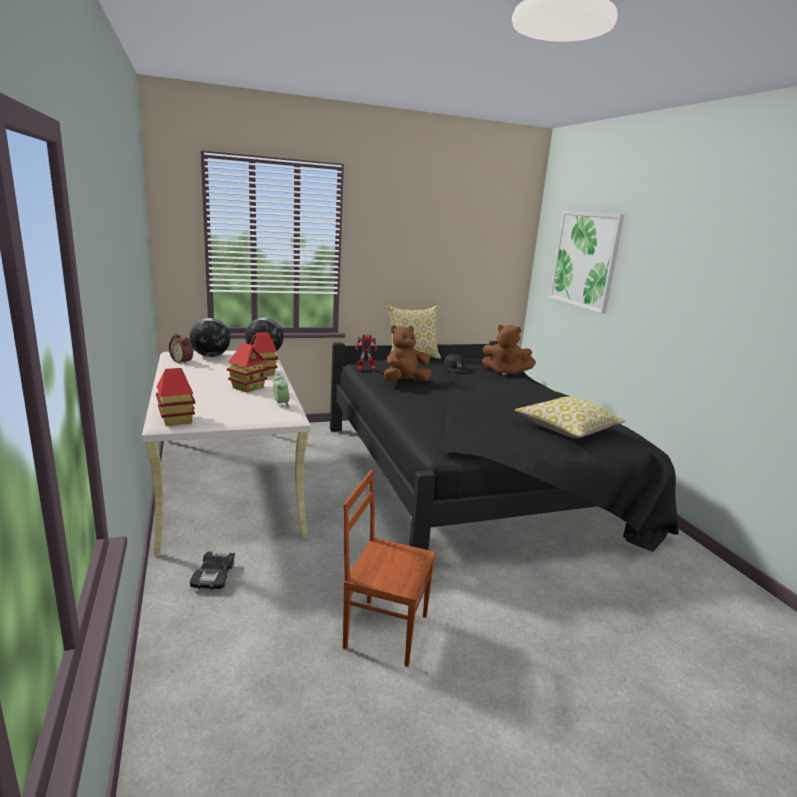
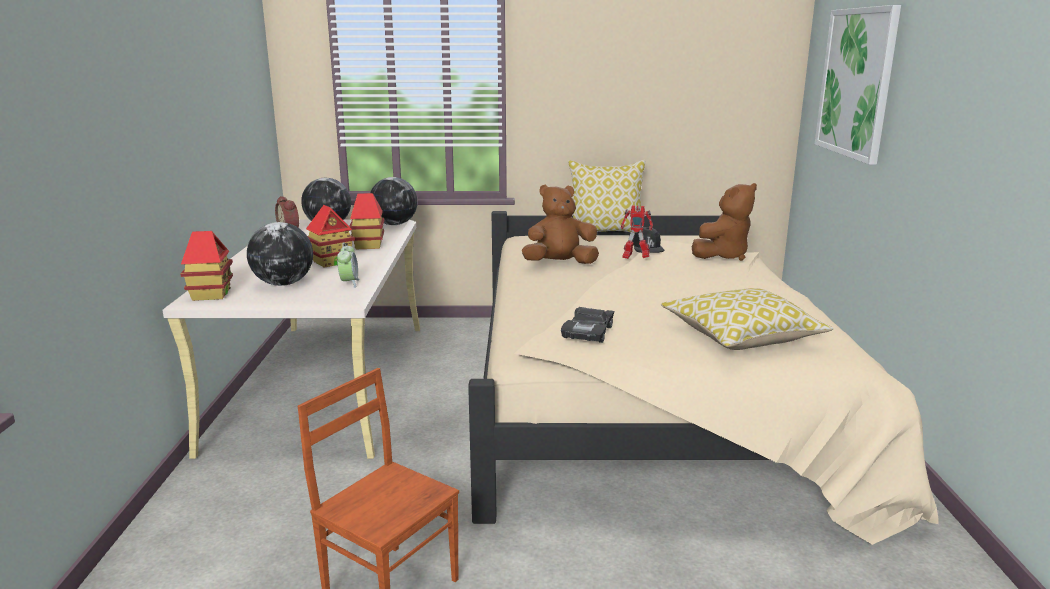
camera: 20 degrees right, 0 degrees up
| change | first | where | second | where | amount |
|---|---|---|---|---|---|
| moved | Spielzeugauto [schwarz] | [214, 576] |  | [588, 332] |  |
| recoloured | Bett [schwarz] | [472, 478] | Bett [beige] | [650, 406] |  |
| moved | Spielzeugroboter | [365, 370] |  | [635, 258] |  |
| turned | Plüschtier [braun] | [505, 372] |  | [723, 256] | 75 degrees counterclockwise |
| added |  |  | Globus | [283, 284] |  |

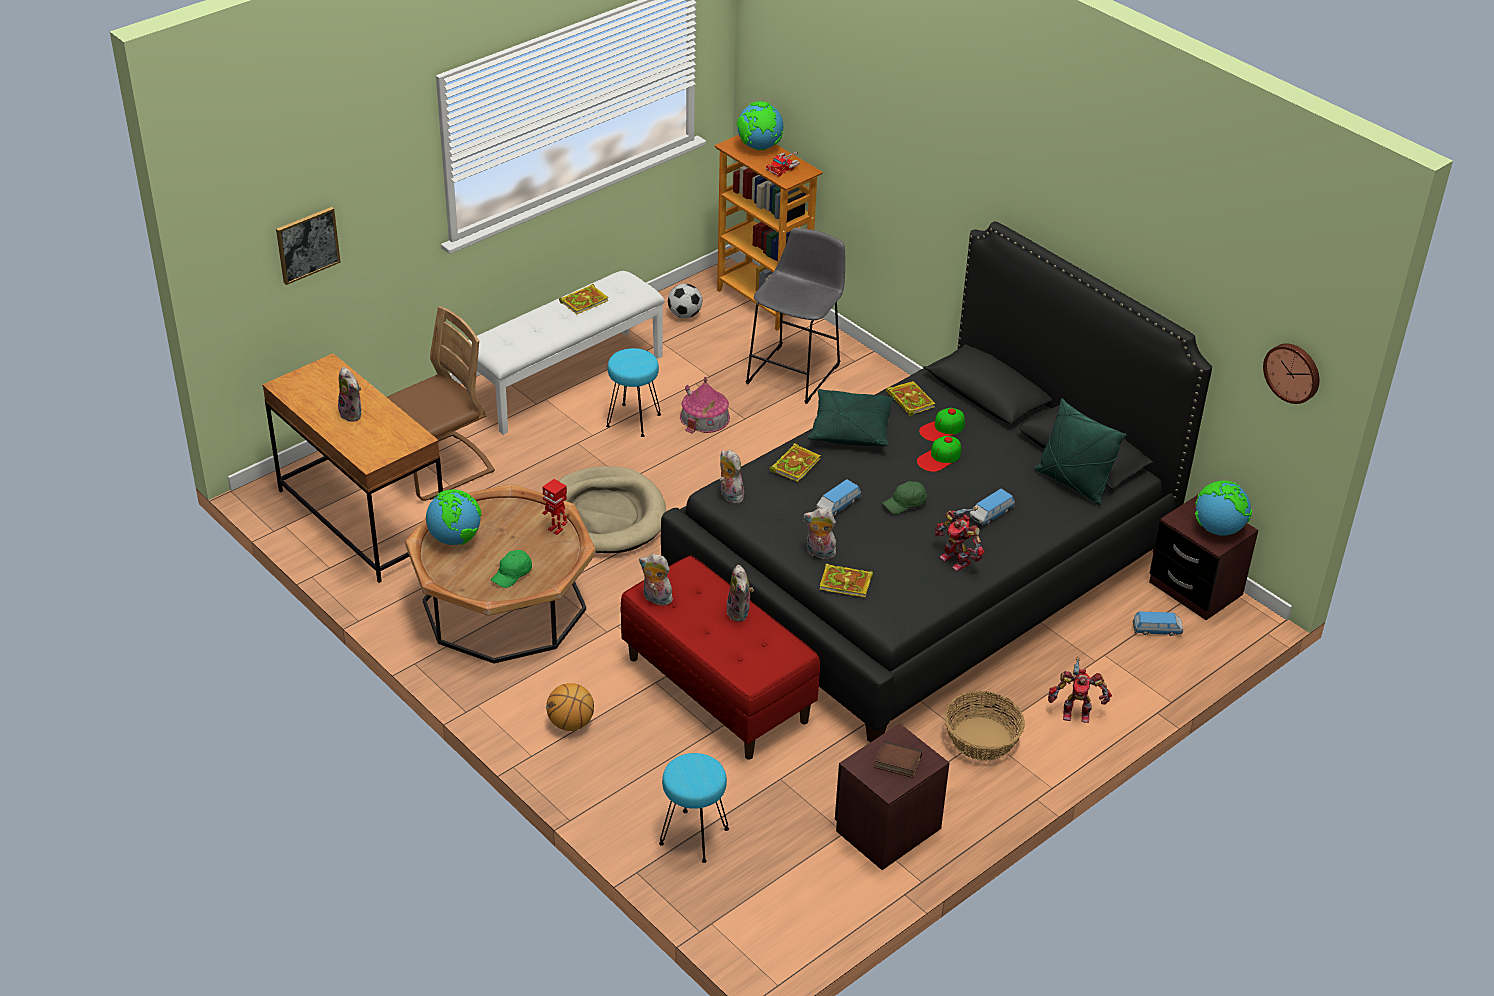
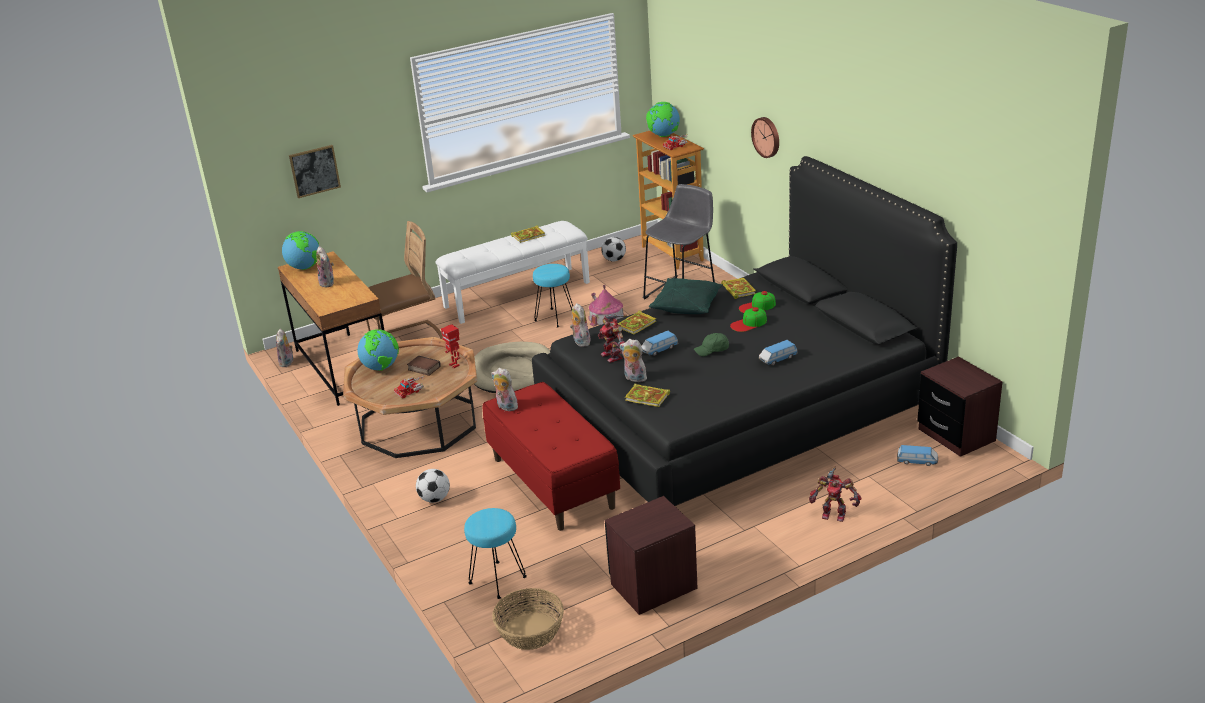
camera: 15 degrees right, 10 degrees down
| change | first | where | second | where | amount |
|---|---|---|---|---|---|
| replaced | Kappe [grün] | [512, 574] | Spielzeuglaster | [411, 390] |  |
| replaced | Basketball | [571, 723] | Fußball | [435, 499] |  |
| moved | Plüschtier | [740, 612] |  | [287, 363] |  |
| moved | Buch | [896, 763] |  | [423, 368] |  |
| moved | Spielzeugroboter | [957, 559] |  | [613, 356] |  |
| moved | Korb | [981, 739] |  | [529, 631] |  |
| removed | Kissen [grün] | [1073, 483] |  |  |  |
| moved | Globus | [1218, 529] |  | [304, 268] |  |
| moved | Wanduhr | [1293, 372] |  | [767, 137] |  |

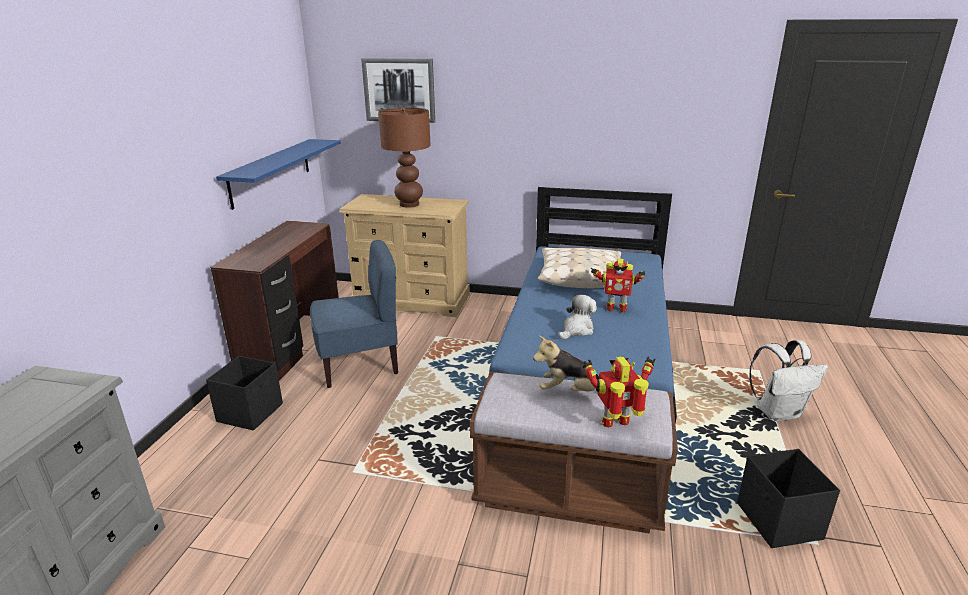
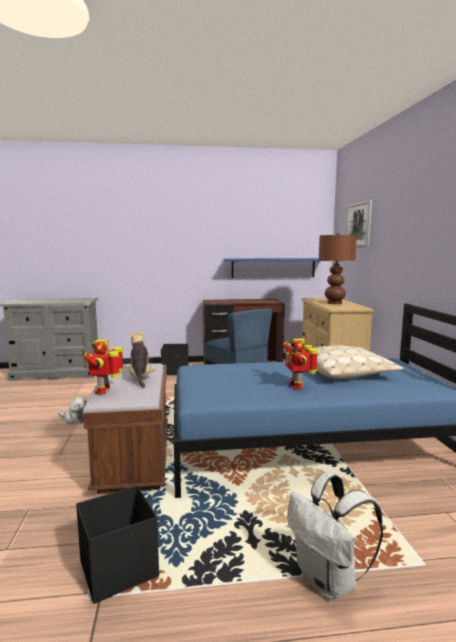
camera: 70 degrees right, 15 degrees down
| change | first | where | second | where | amount |
|---|---|---|---|---|---|
| moved | Plüschtier | [577, 330] |  | [74, 419] |  |
| turned | Spielzeugroboter | [617, 423] |  | [104, 391] | 150 degrees counterclockwise |

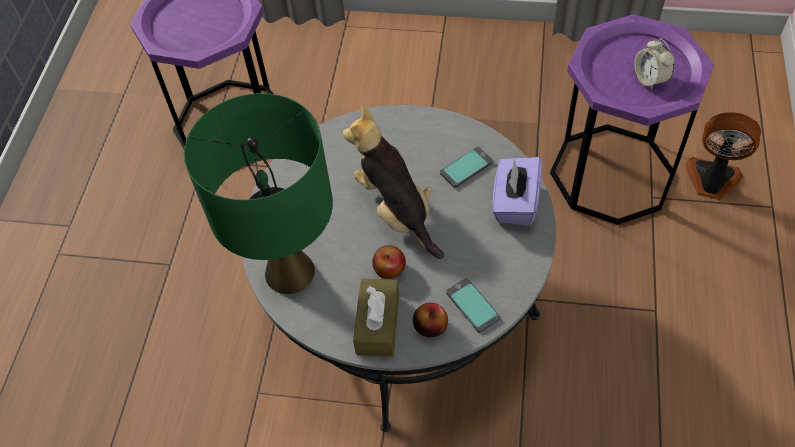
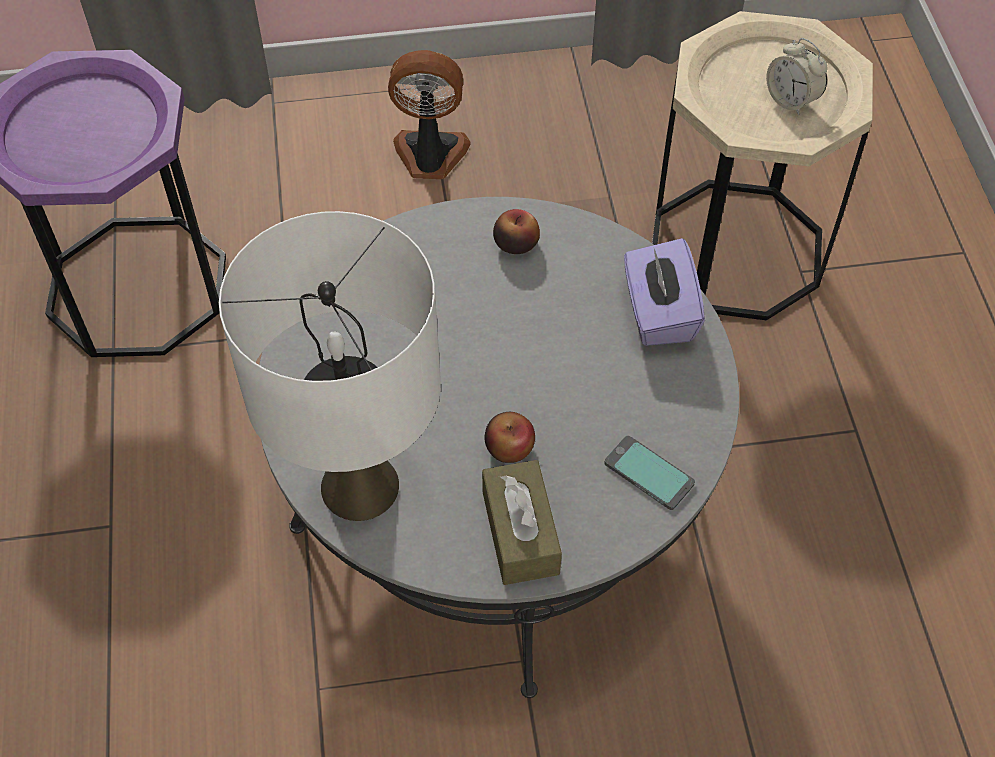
camera: 20 degrees left, 0 degrees up
| change | first | where | second | where | amount |
|---|---|---|---|---|---|
| recoloured | Tischlampe [grün] | [289, 272] | Tischlampe [weiß] | [359, 487] |  |
| removed | Plüschtier | [396, 210] |  |  |  |
| moved | Apfel | [430, 326] |  | [516, 243] |  |
| removed | Handy | [466, 167] |  |  |  |
| recoloured | Beistelltisch [lila] | [611, 174] | Beistelltisch [beige] | [735, 249] |  |
| moved | Ventilator | [711, 180] |  | [430, 156] |  |

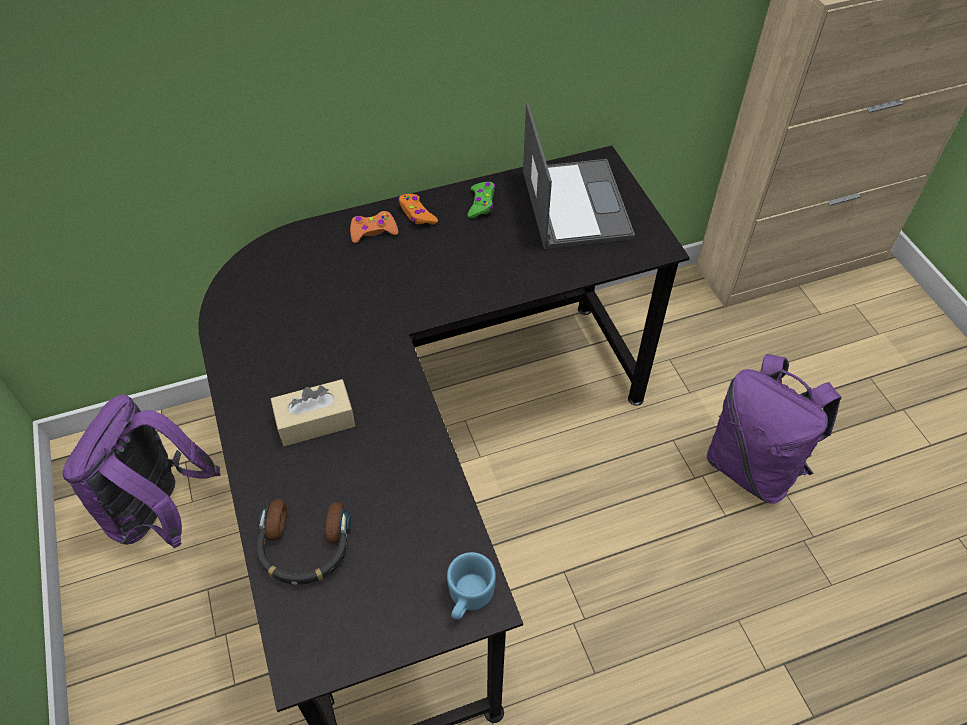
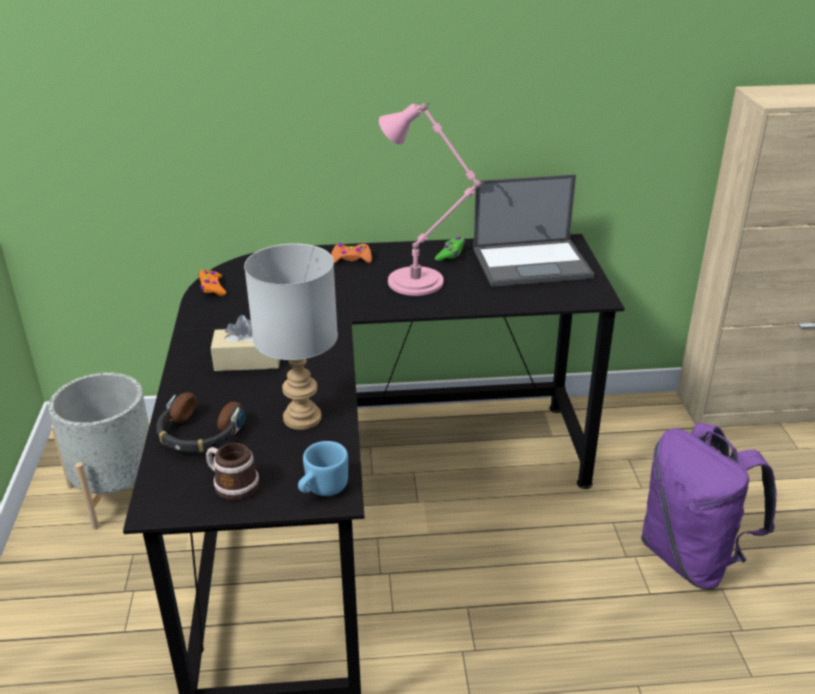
camera: 15 degrees right, 20 degrees down
| change | first | where | second | where | amount |
|---|---|---|---|---|---|
| replaced | Rucksack [lila] | [160, 513] | Pflanzkübel [grau] | [118, 491] |  |
| moved | Gamepad [orange] | [417, 214] |  | [212, 287] |  |
| turned | Laptop | [575, 203] |  | [532, 263] | 75 degrees clockwise |
| added |  |  | Henkelbecher | [231, 484] |  |
| added |  |  | Tischlampe [grau] | [304, 417] |  |
| added |  |  | Tischlampe [rosa] | [420, 283] |  |

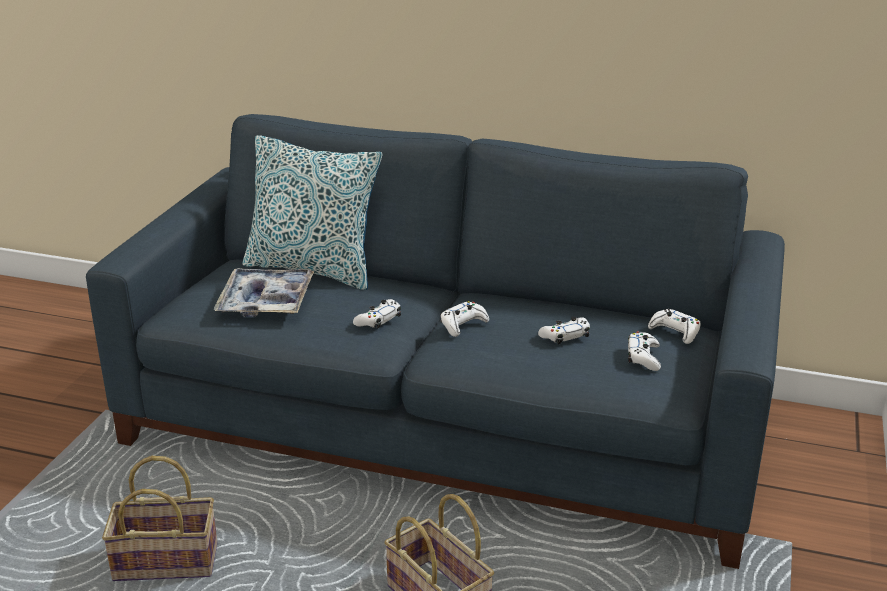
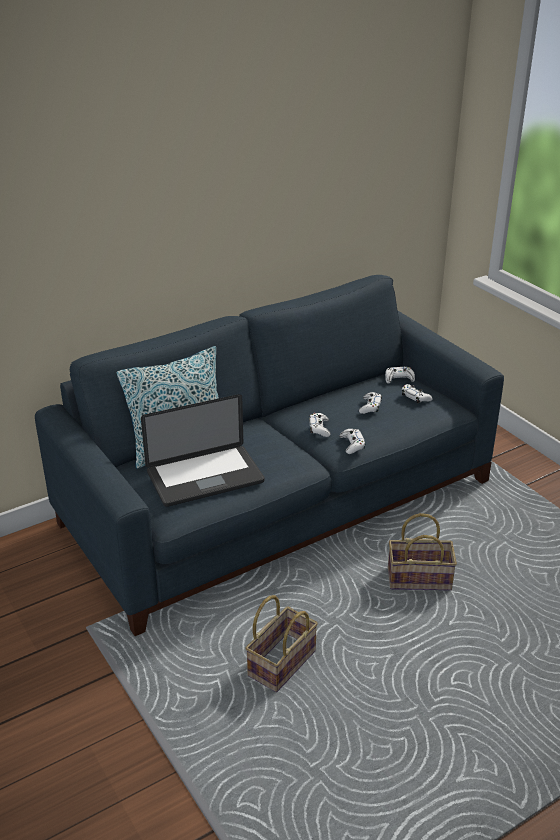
camera: 50 degrees left, 5 degrees up
| change | first | where | second | where | amount |
|---|---|---|---|---|---|
| replaced | Tablett | [266, 301] | Laptop | [205, 477] |  |
| moved | Gamepad [weiß] | [378, 320] |  | [352, 444] |  |

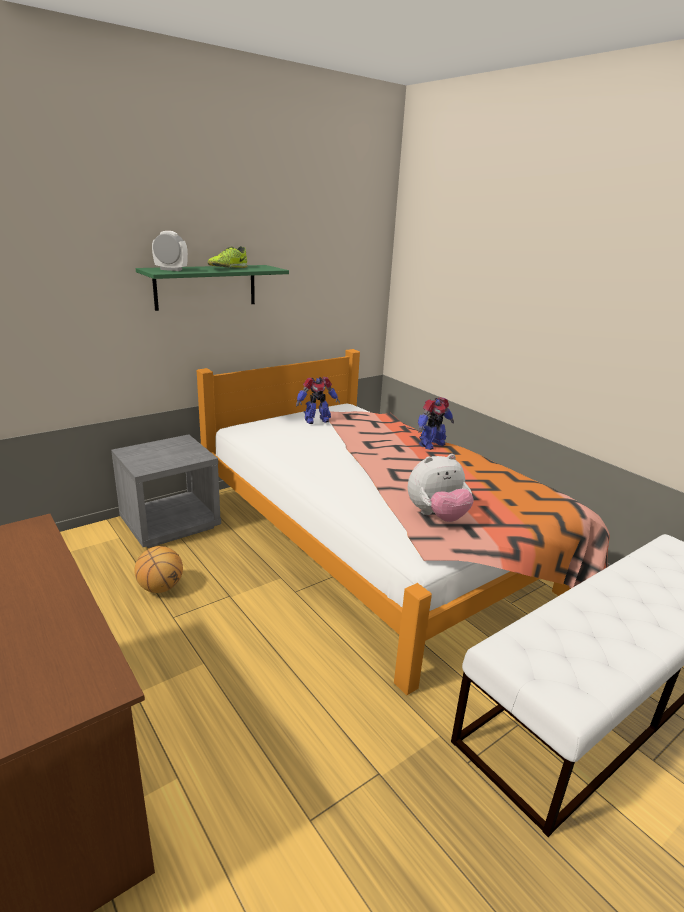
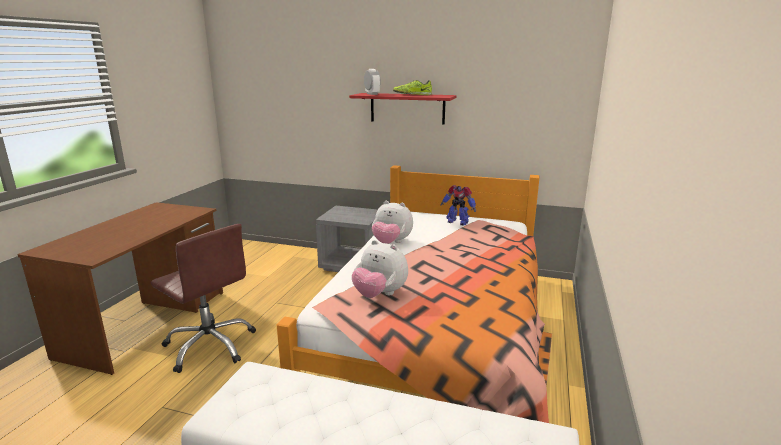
camera: 55 degrees right, 5 degrees down
| change | first | where | second | where | amount |
|---|---|---|---|---|---|
| removed | Basketball | [160, 588] |  |  |  |
| recoloured | Wandregal [grün] | [206, 287] | Wandregal [rot] | [407, 108] |  |
| removed | Spielzeugroboter | [431, 444] |  |  |  |
| added |  |  | Bürostuhl [braun] | [210, 345] |  |
| added |  |  | Plüschtier | [391, 243] |  |

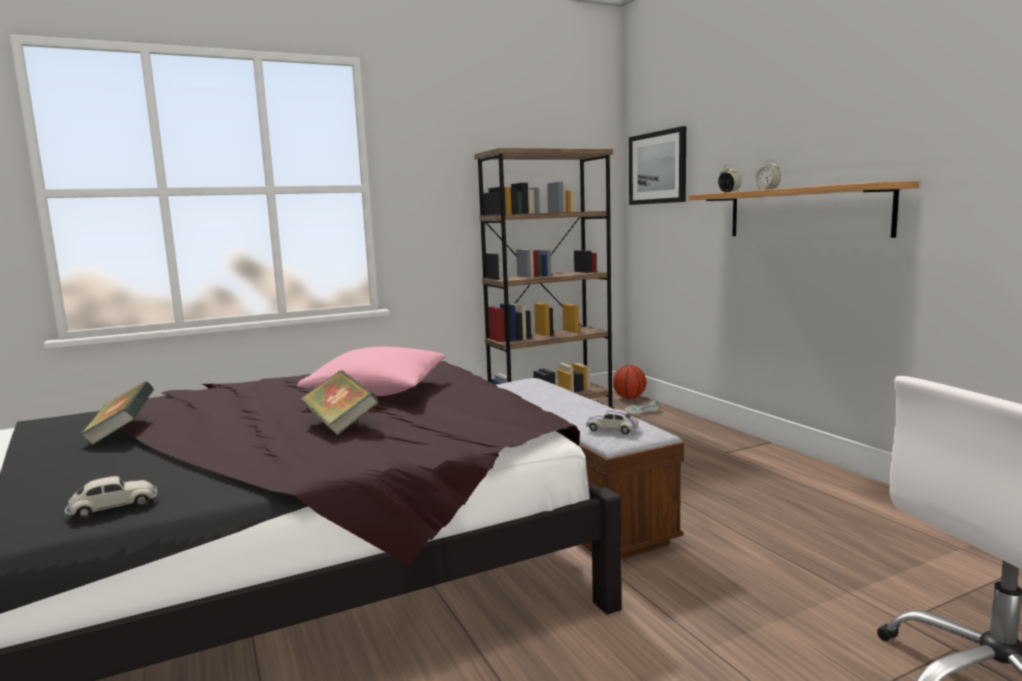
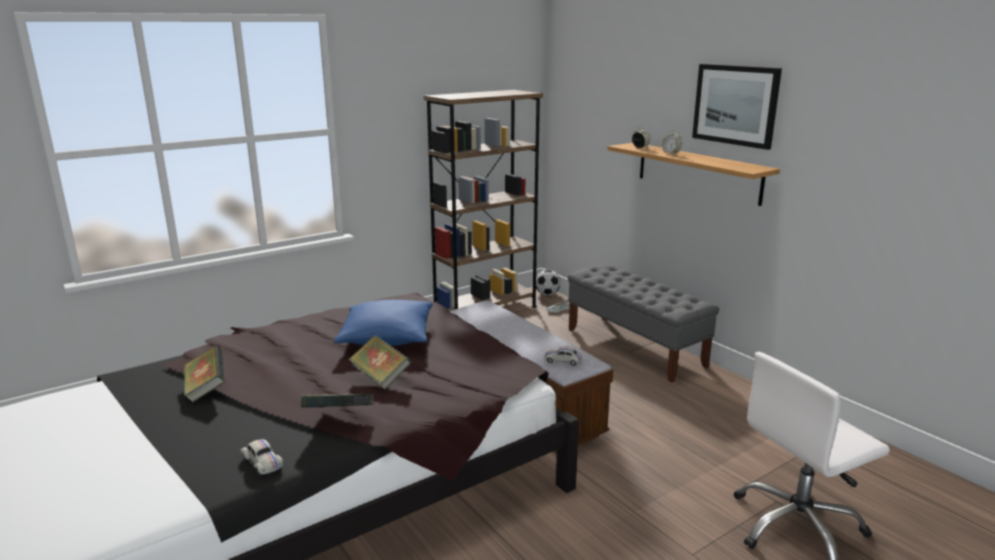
camera: 10 degrees left, 10 degrees up
| change | first | where | second | where | amount |
|---|---|---|---|---|---|
| turned | Spielzeugauto [weiß] | [113, 507] |  | [262, 462] | 90 degrees clockwise |
| recoloured | Kissen [rosa] | [378, 392] | Kissen [blau] | [387, 337] |  |
| replaced | Basketball | [629, 398] | Fußball | [547, 294] |  |
| moved | Bild | [657, 168] |  | [735, 105] |  |
| added |  |  | Buch | [339, 417] |  |
| added |  |  | Bank [grau] | [635, 347] |  |

